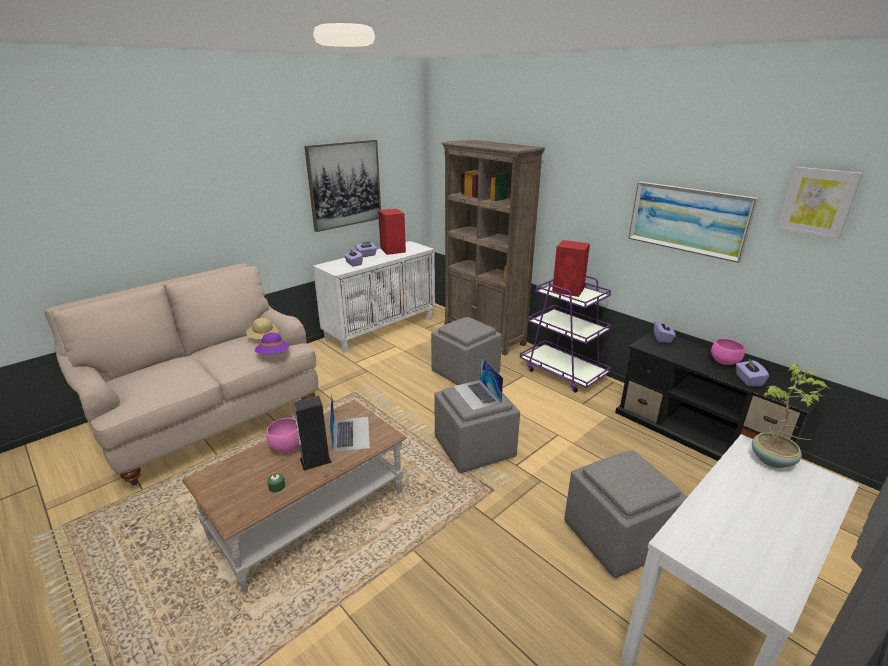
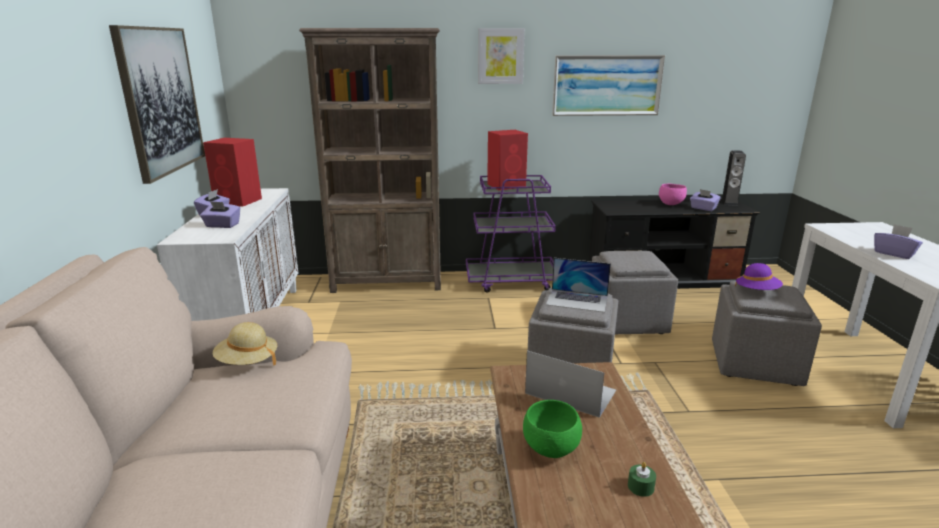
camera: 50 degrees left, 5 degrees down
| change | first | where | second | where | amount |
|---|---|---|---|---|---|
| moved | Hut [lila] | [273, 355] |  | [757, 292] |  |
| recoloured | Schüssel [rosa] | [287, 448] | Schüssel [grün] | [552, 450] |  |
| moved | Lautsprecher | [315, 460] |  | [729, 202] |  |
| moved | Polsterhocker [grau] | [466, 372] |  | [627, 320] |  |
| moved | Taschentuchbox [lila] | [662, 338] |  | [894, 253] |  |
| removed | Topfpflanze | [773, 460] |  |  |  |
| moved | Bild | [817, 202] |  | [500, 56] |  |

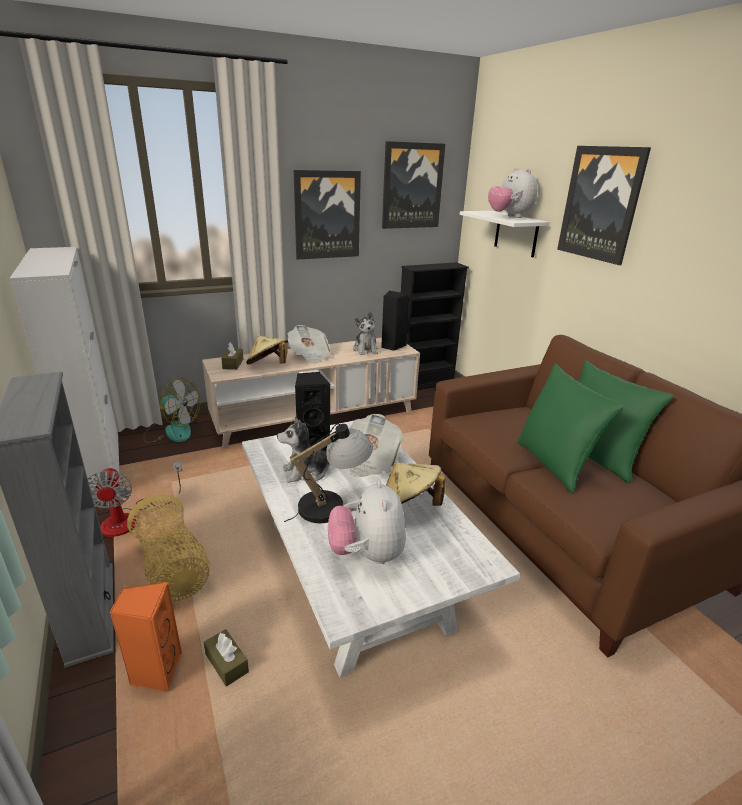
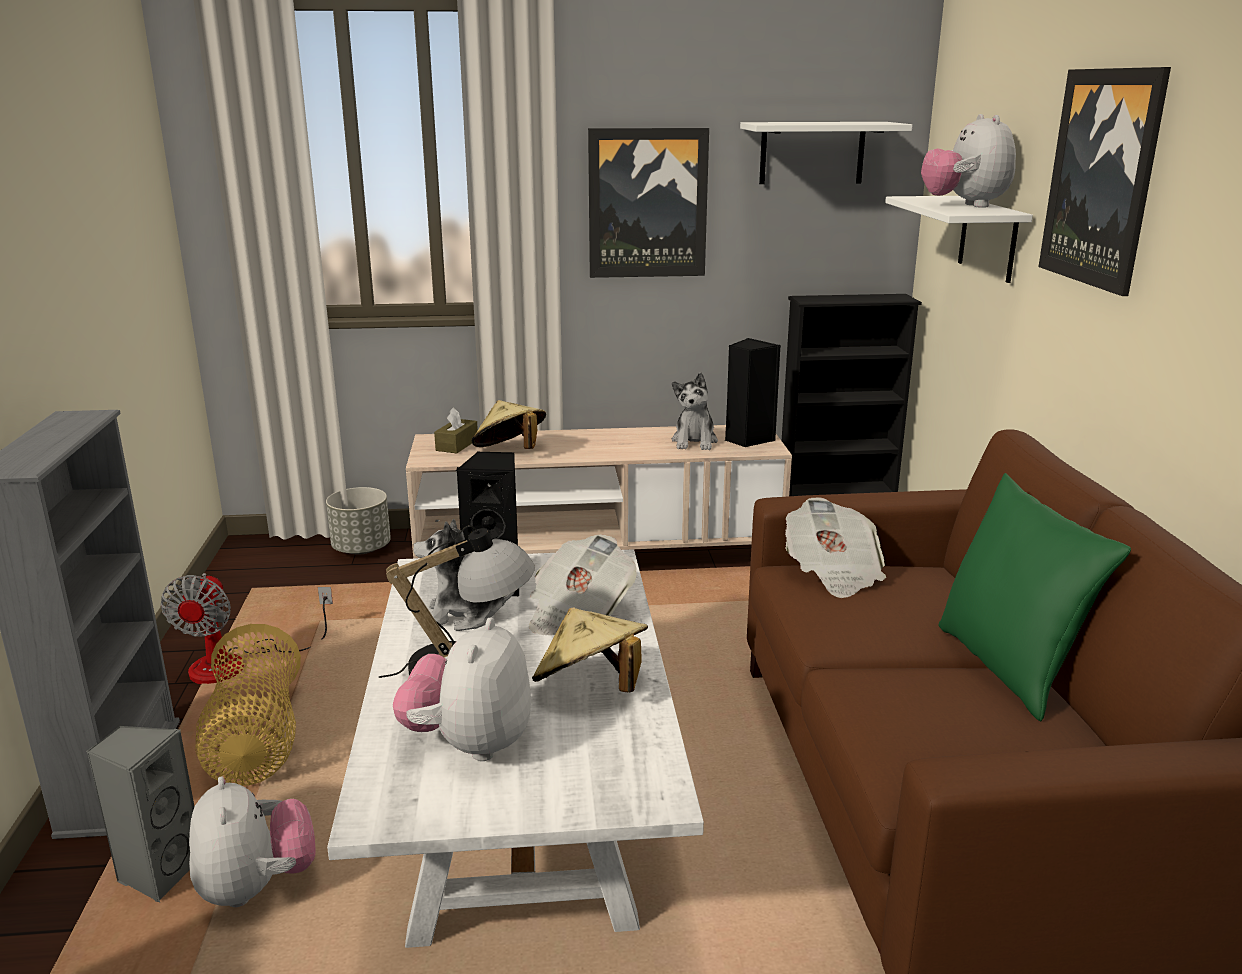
camera: 20 degrees right, 5 degrees down
| change | first | where | second | where | amount |
|---|---|---|---|---|---|
| removed | Schrank [weiß] | [98, 466] |  |  |  |
| recoloured | Lautsprecher [orange] | [156, 672] | Lautsprecher [grau] | [159, 874] |  |
| replaced | Ventilator | [172, 431] | Pflanzkübel [grau] | [362, 548] |  |
| replaced | Taschentuchbox [braun] | [227, 664] | Plüschtier | [256, 887] |  |
| moved | Zeitung | [309, 355] |  | [832, 573] |  |
| replaced | Bild | [412, 186] | Wandregal [weiß] | [812, 153] |  |
| removed | Kissen [grün] | [554, 464] |  |  |  |

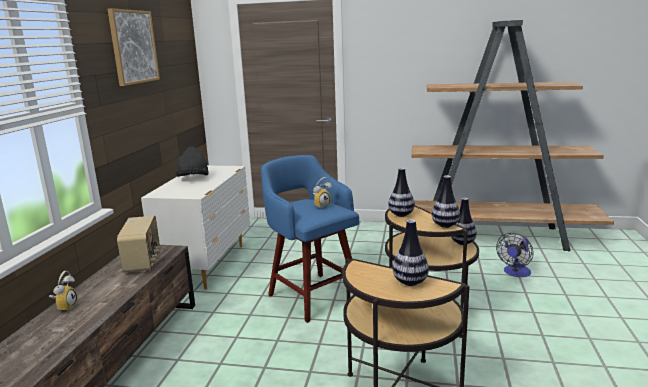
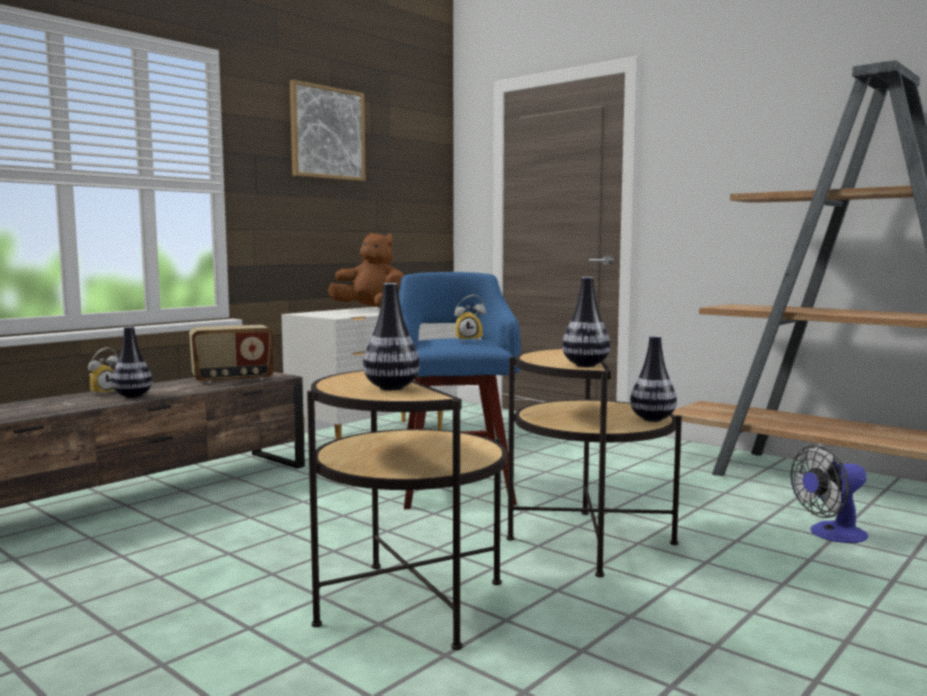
camera: 30 degrees right, 10 degrees down
| change | first | where | second | where | amount |
|---|---|---|---|---|---|
| turned | Radio | [143, 262] |  | [233, 380] | 45 degrees clockwise |
| replaced | Hut [schwarz] | [193, 179] | Plüschtier [braun] | [370, 310] |  |
| moved | Vase | [401, 214] |  | [133, 396] |  |

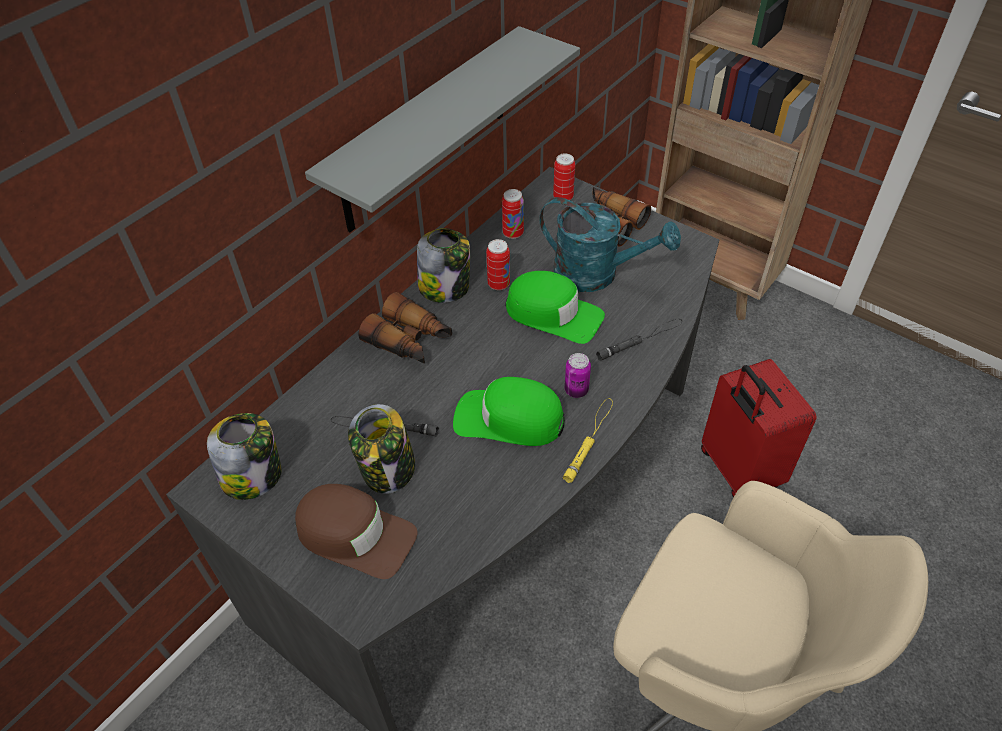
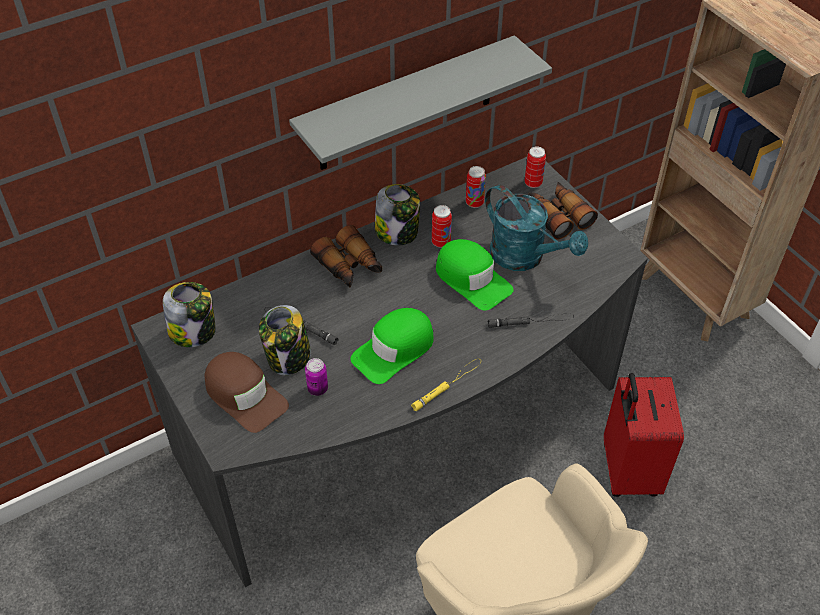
camera: 20 degrees right, 0 degrees up
| change | first | where | second | where | amount |
|---|---|---|---|---|---|
| turned | Kappe [grün] | [508, 419] |  | [394, 350] | 75 degrees counterclockwise |
| moved | Dose | [576, 390] |  | [317, 389] |  |

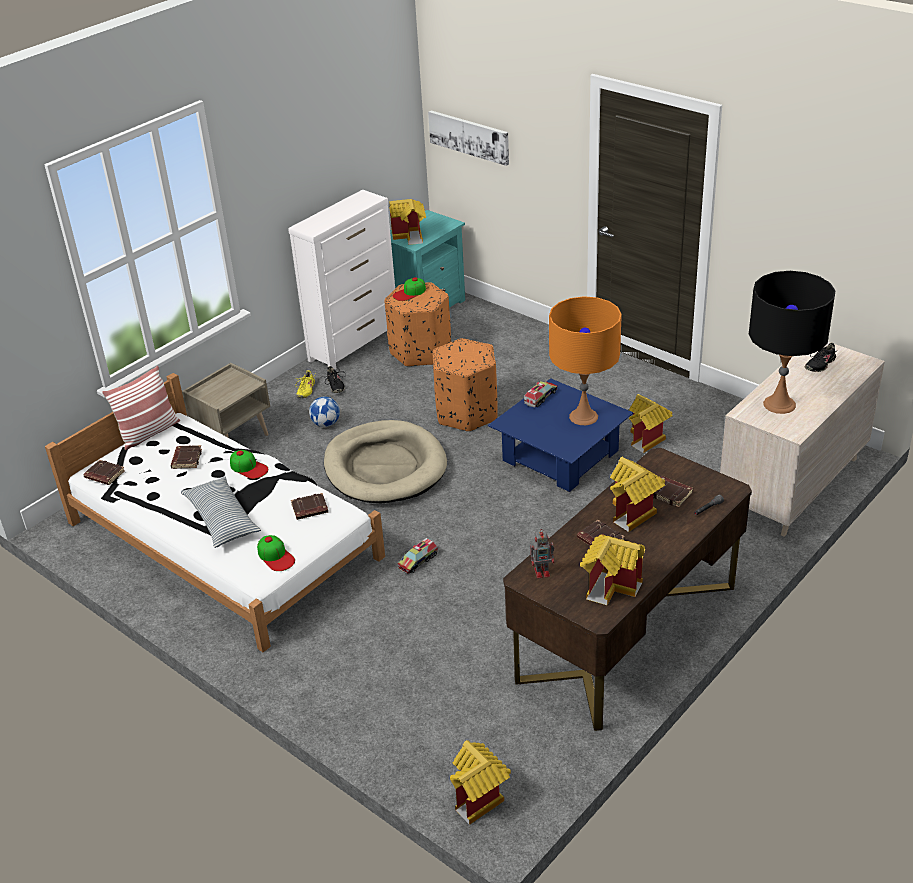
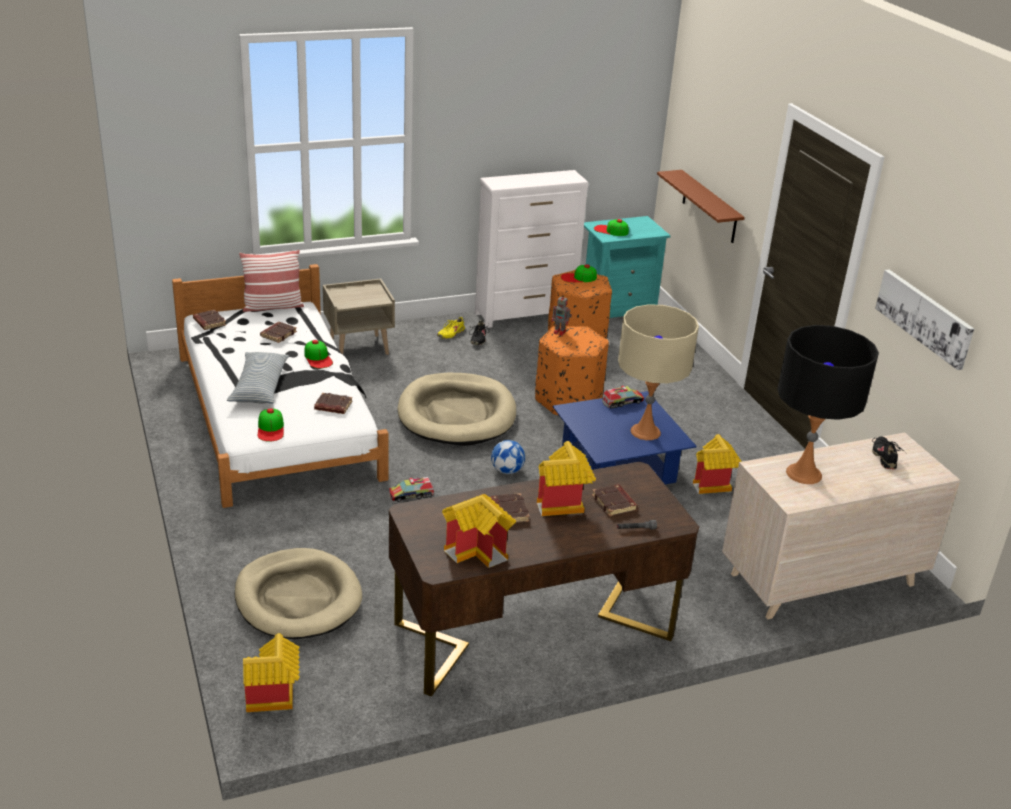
camera: 25 degrees right, 5 degrees down
| change | first | where | second | where | amount |
|---|---|---|---|---|---|
| moved | Fußball | [326, 424] |  | [507, 471] |  |
| replaced | Spielzeughaus | [411, 236] | Kappe | [611, 230] |  |
| moved | Bild | [469, 136] |  | [924, 317] |  |
| moved | Spielzeugroboter | [543, 572] |  | [560, 332] |  |
| recoloured | Tischlampe [orange] | [583, 416] | Tischlampe [beige] | [645, 432] |  |
| turned | Schuh [schwarz] | [819, 364] |  | [885, 457] | 105 degrees clockwise |
| added |  |  | Hundebett [beige] | [298, 598] |  |
| added |  |  | Wandregal [braun] | [709, 207] |  |

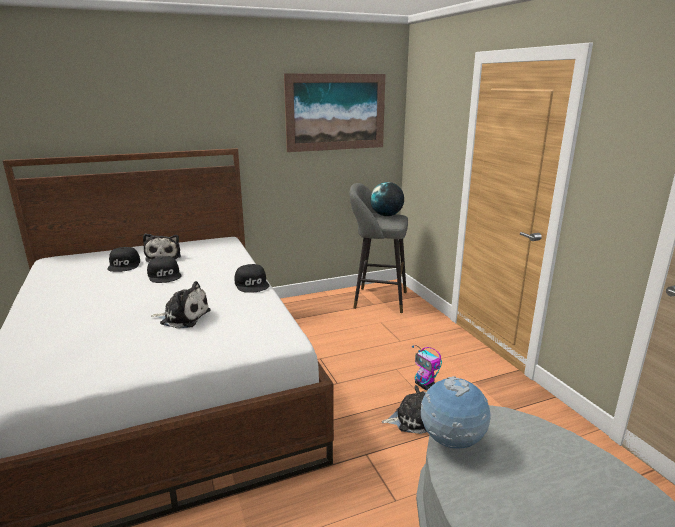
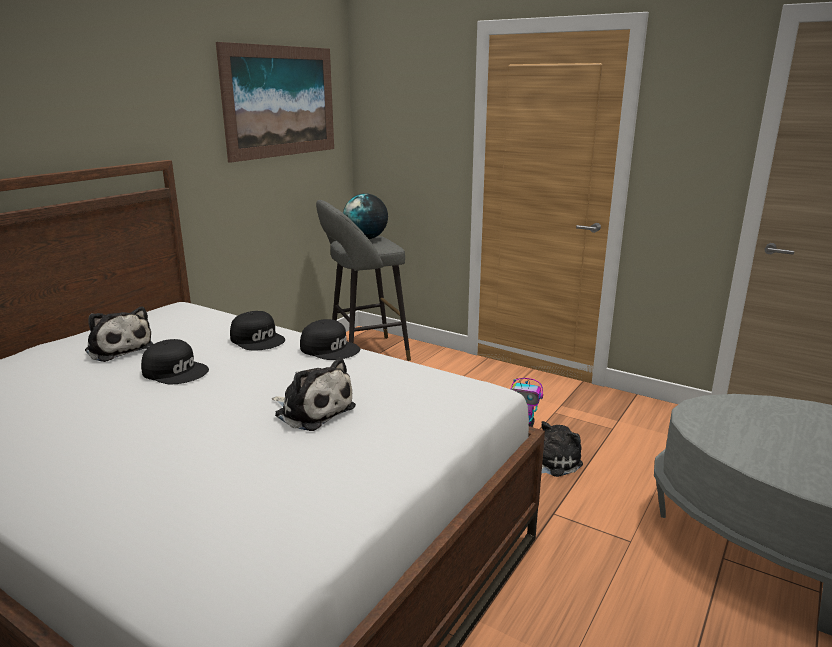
camera: 35 degrees left, 0 degrees up
| change | first | where | second | where | amount |
|---|---|---|---|---|---|
| moved | Kappe [schwarz] | [124, 265] |  | [258, 339] |  |
| turned | Plüschtier | [183, 317] |  | [312, 410] | 60 degrees clockwise |
| removed | Globus | [451, 443] |  |  |  |

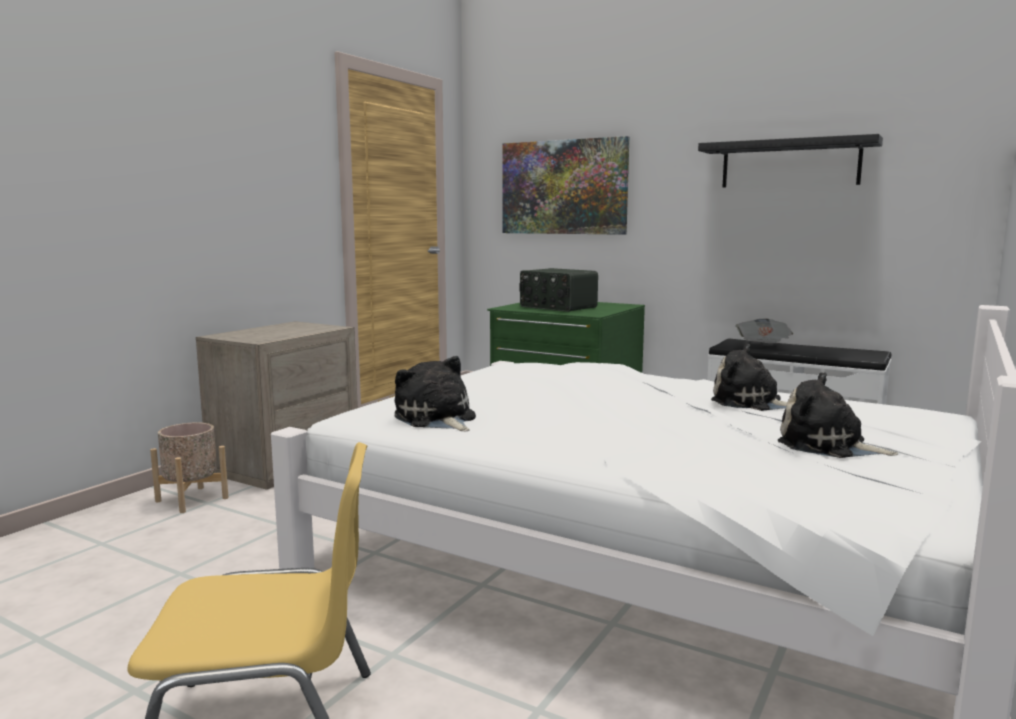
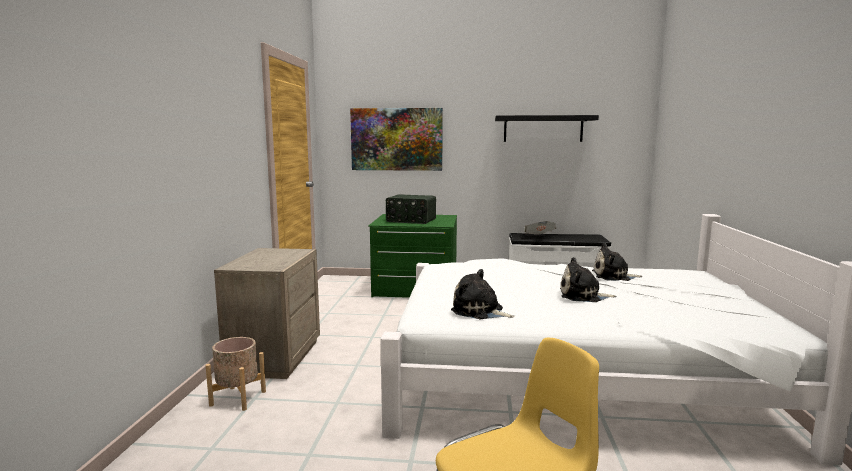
camera: 25 degrees left, 0 degrees up
| change | first | where | second | where | amount |
|---|---|---|---|---|---|
| moved | Plüschtier | [827, 445] |  | [582, 296] |  |

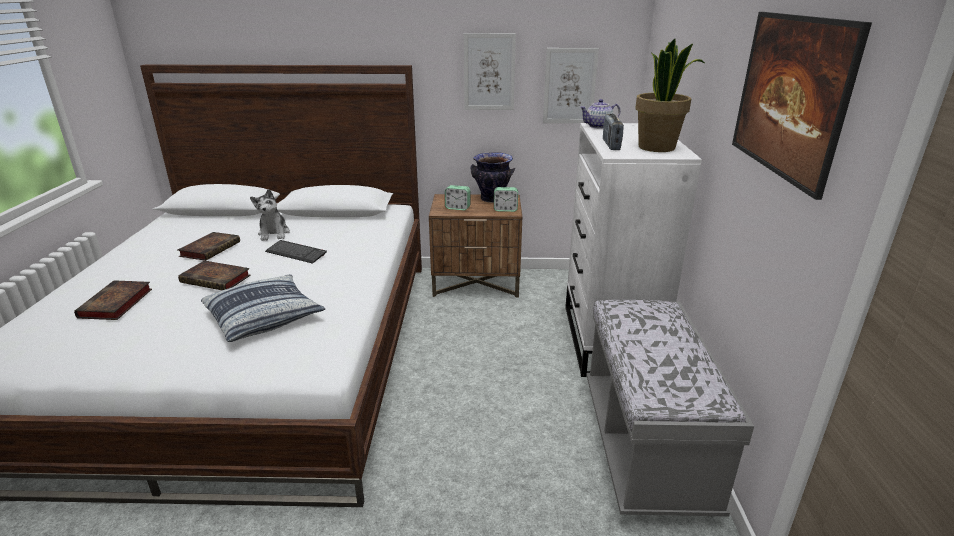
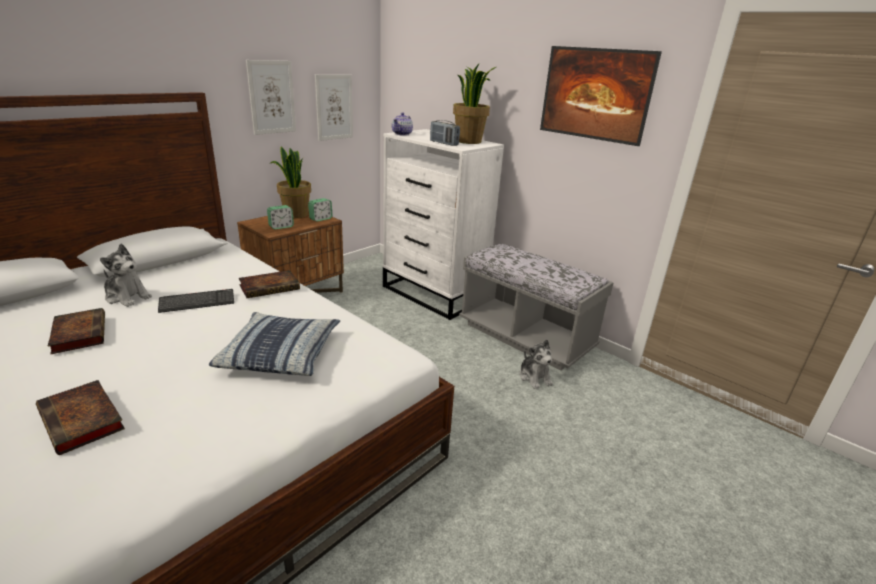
camera: 50 degrees left, 0 degrees up
| change | first | where | second | where | amount |
|---|---|---|---|---|---|
| moved | Buch | [217, 279] |  | [271, 287] |  |
| replaced | Vase | [492, 199] | Topfpflanze | [295, 214] |  |
| added |  |  | Plüschtier | [534, 377] |  |

